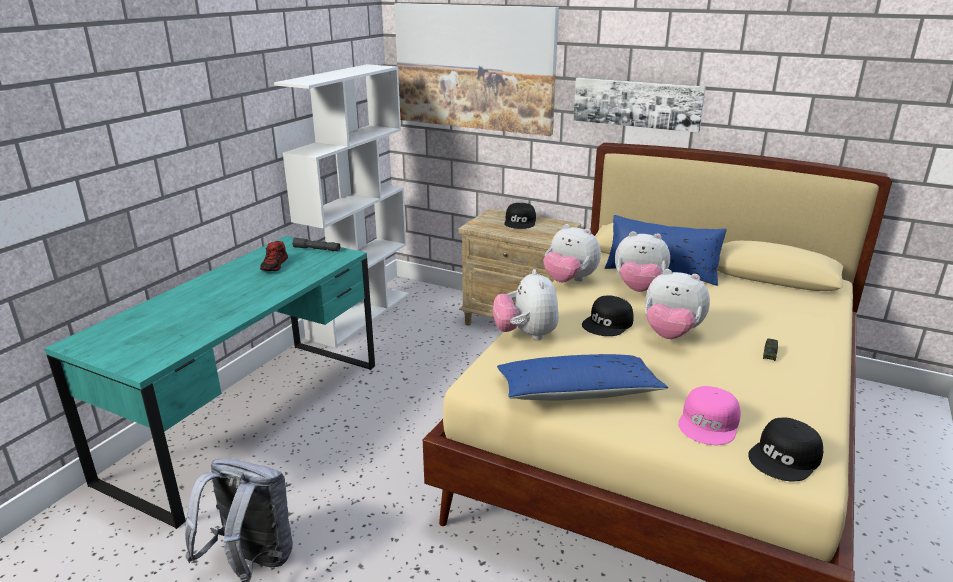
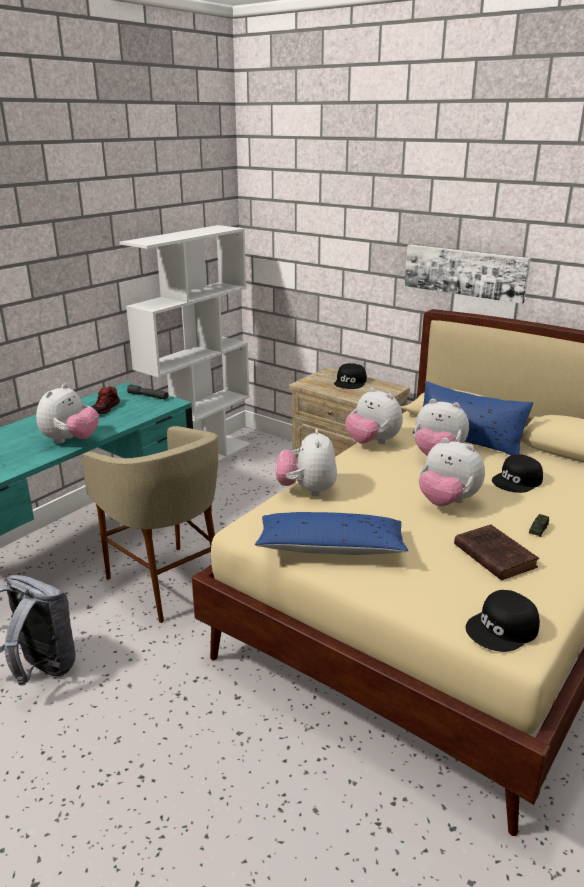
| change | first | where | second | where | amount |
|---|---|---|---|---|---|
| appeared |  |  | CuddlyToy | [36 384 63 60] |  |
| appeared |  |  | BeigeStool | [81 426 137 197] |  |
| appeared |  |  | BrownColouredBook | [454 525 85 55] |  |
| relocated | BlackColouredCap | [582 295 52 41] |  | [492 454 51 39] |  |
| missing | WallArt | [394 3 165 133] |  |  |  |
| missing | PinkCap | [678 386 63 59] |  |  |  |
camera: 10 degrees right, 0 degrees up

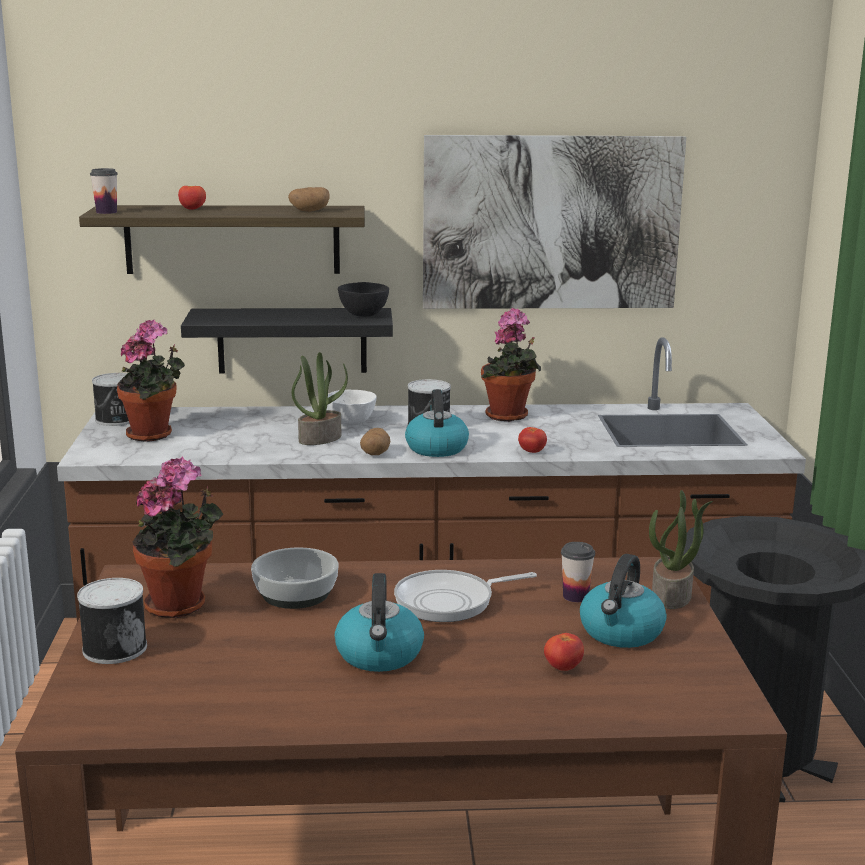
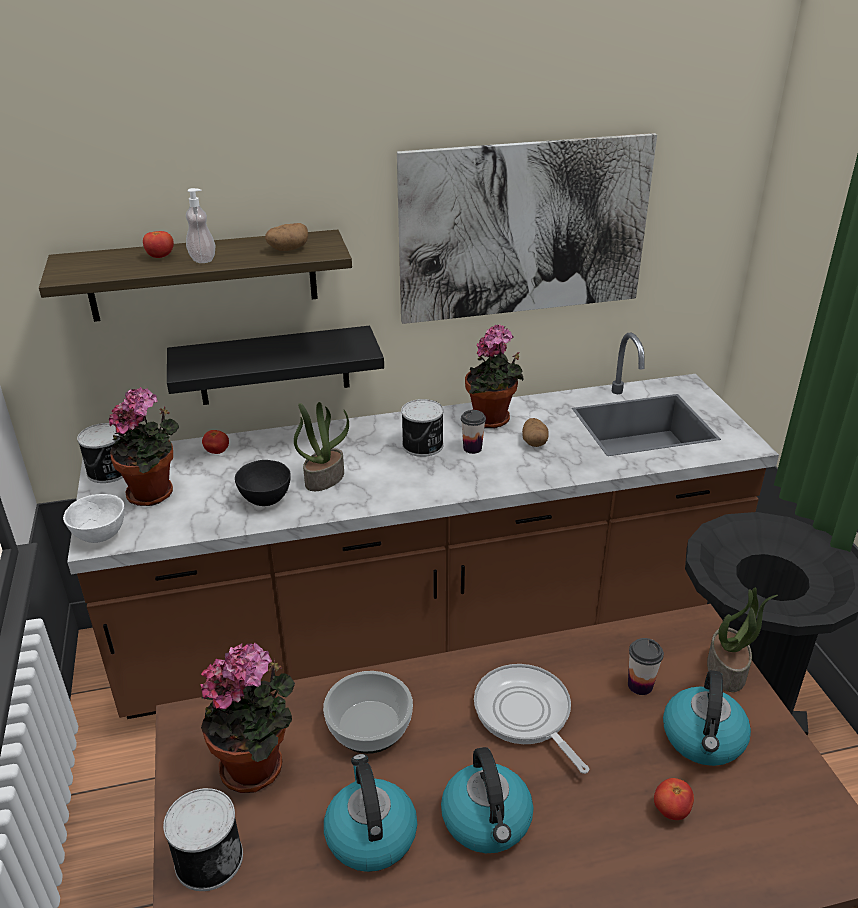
| change | first | where | second | where | amount |
|---|---|---|---|---|---|
| relocated | WhitishDeepDish | [327 389 50 36] |  | [63 494 62 49] |  |
| appeared |  |  | SoapDispenser | [186 188 29 75] |  |
| relocated | FreshTomato | [518 427 29 26] |  | [202 430 27 24] |  |
| relocated | BlackColouredDeepDish | [338 282 51 35] |  | [235 460 56 46] |  |
| relocated | TeaKettle | [405 389 64 68] |  | [324 754 93 118] |  |
| relocated | SmallCup | [90 168 28 46] |  | [461 410 25 44] |  |
| spun | Pan | [394 570 143 52] |  | [474 664 115 110] | 90 degrees clockwise |
| relocated | Spud | [360 428 30 27] |  | [522 418 26 29] |  |
camera: 10 degrees left, 15 degrees up

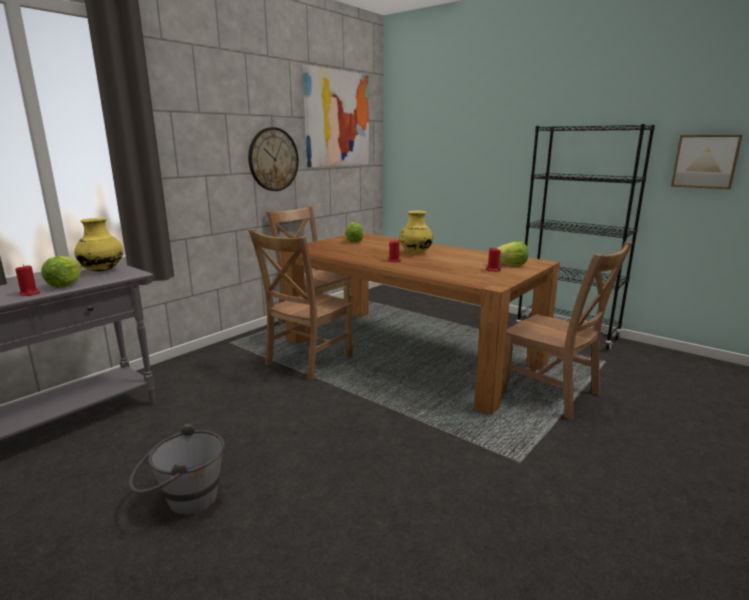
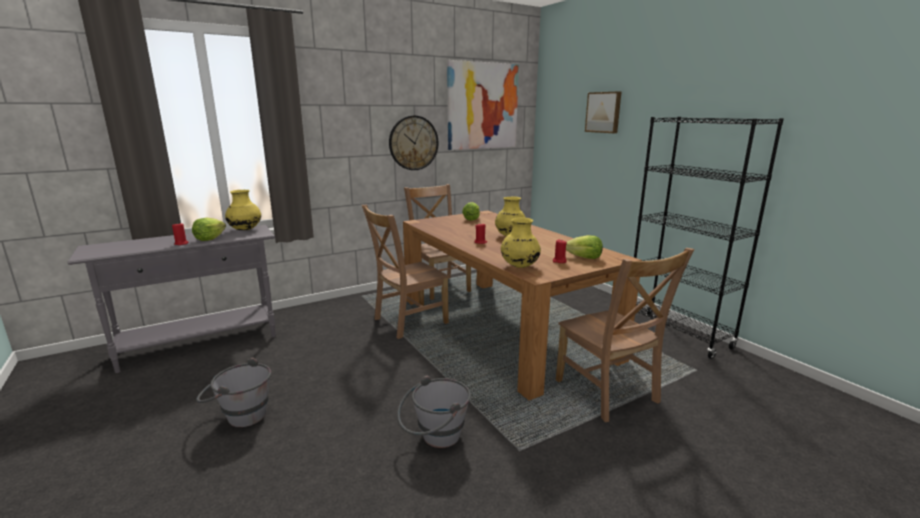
| change | first | where | second | where | amount |
|---|---|---|---|---|---|
| appeared |  |  | GreyishBucket | [397 376 74 72] |  |
| appeared |  |  | YellowFlowerVase | [501 217 40 51] |  |
| relocated | WallArt | [671 135 71 54] |  | [585 91 36 42] |  |
camera: 20 degrees right, 0 degrees up

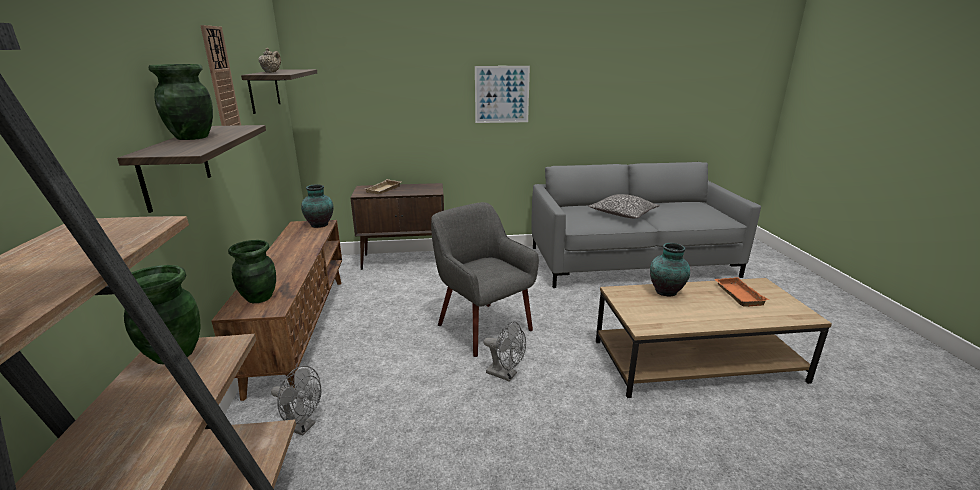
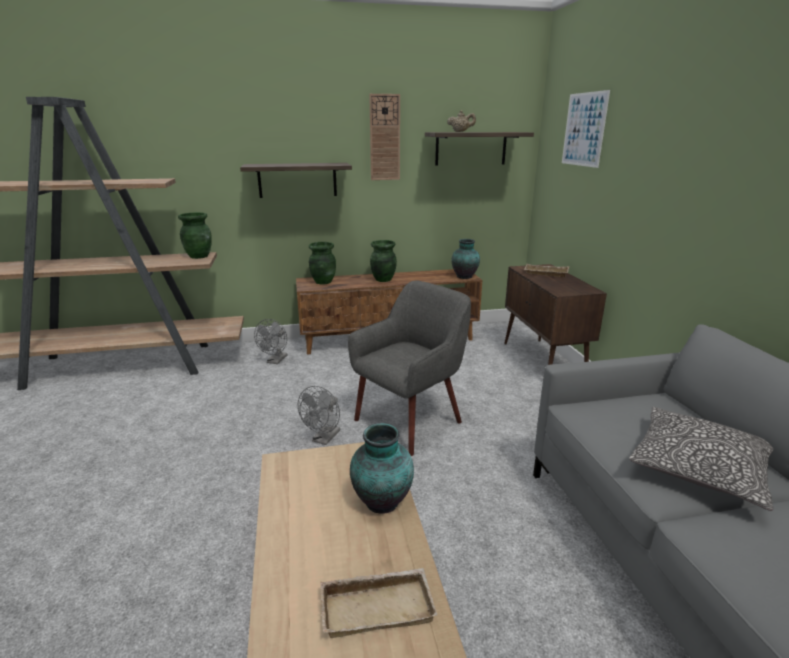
| change | first | where | second | where | amount |
|---|---|---|---|---|---|
| colour | OrangeTray | [714 277 55 30] | BeigeTray | [320 568 117 70] |  |
| relocated | GreenFlowerVase | [148 64 65 76] |  | [370 240 27 42] |  |
| relocated | WallArt | [475 66 55 57] |  | [562 90 48 78] |  |
camera: 85 degrees right, 0 degrees up

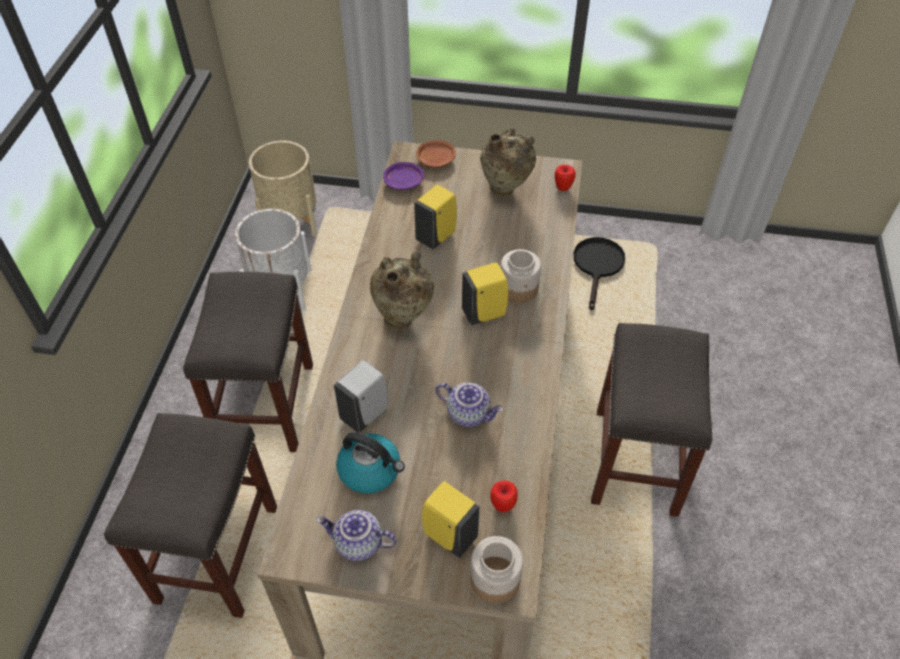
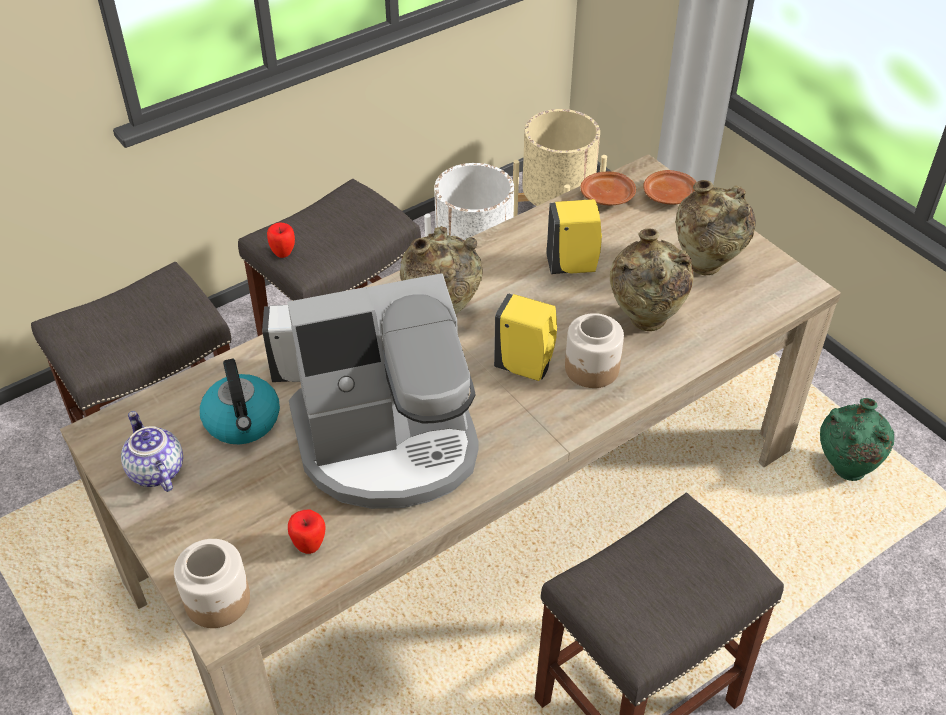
| change | first | where | second | where | amount |
|---|---|---|---|---|---|
| relocated | WholeApple | [555 165 21 26] |  | [267 222 28 36] |  |
| exchanged | TeaPot | [436 382 67 45] | CoffeeMachine | [287 273 191 236] |  |
| colour | PurpleColouredPlate | [383 162 41 28] | BrownColouredPlate | [580 172 56 33] |  |
| appeared |  |  | BeigeFlowerVase | [610 228 84 103] |  |
| exchanged | BlackColouredPan | [573 237 52 73] | GreenFlowerVase | [820 398 74 83] |  |
| missing | YellowSoapDispenser | [422 481 58 77] |  |  |  |
camera: 45 degrees right, 5 degrees down

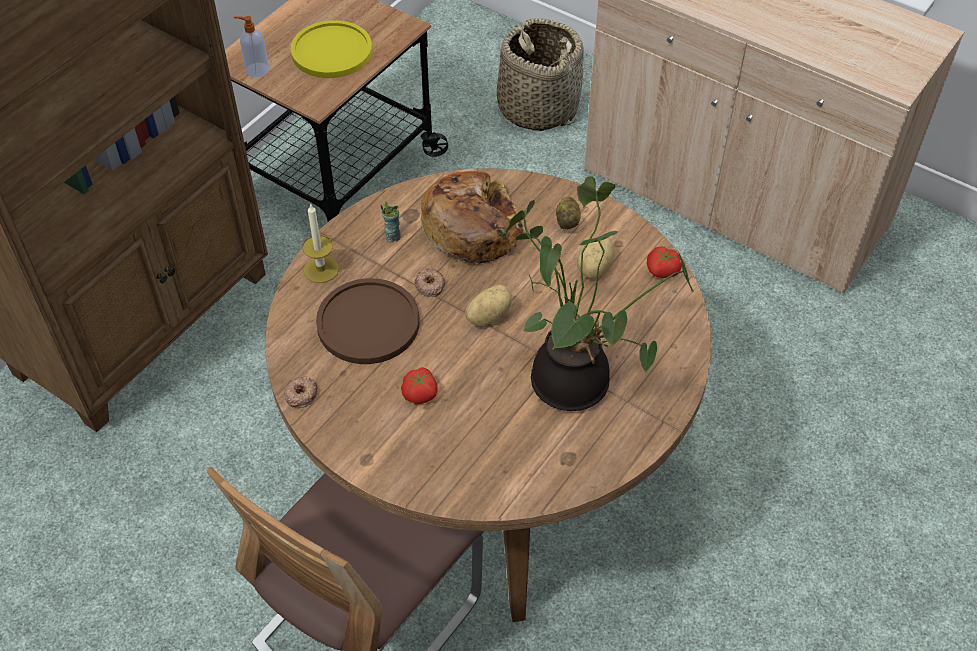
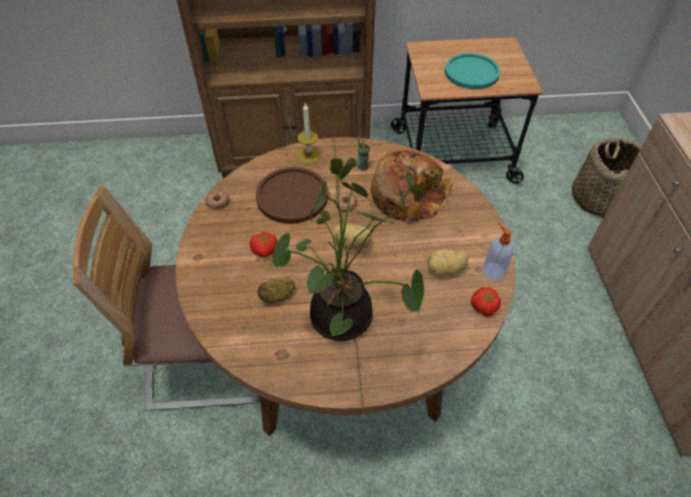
| change | first | where | second | where | amount |
|---|---|---|---|---|---|
| relocated | Spud | [556 197 25 32] |  | [258 278 37 25] |  |
| colour | YellowPlate | [291 20 81 58] | TurquoisePlate | [445 53 55 36] |  |
| relocated | SoapDispenser | [234 16 35 61] |  | [483 222 31 59] |  |
camera: 50 degrees right, 0 degrees up

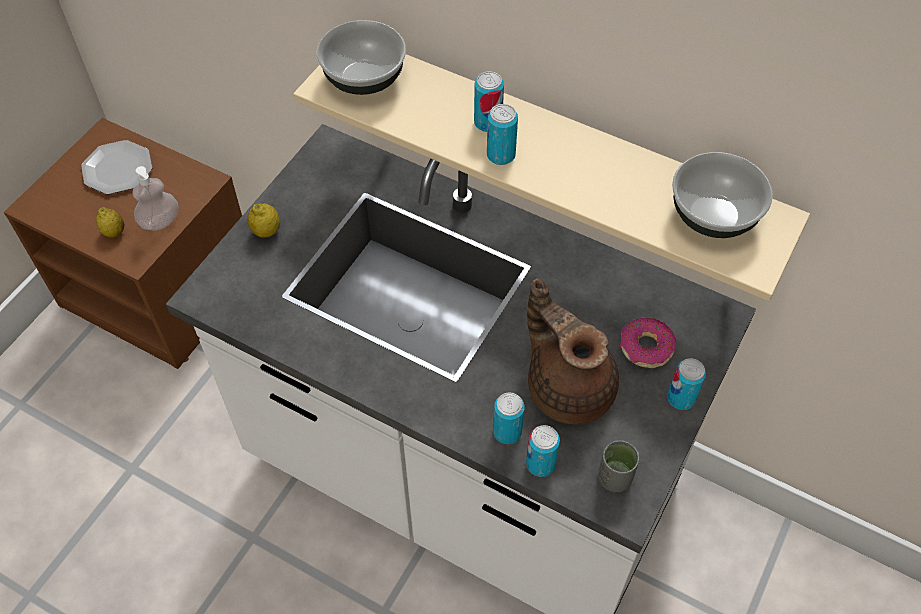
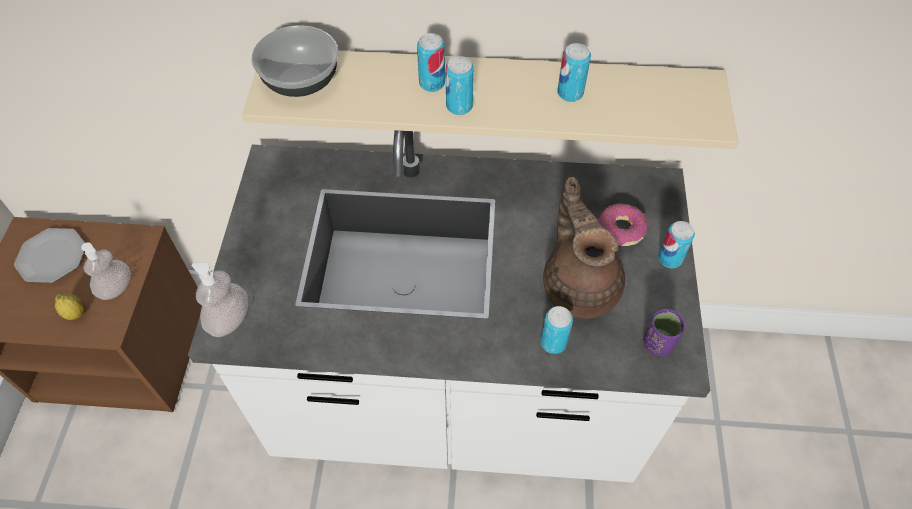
| change | first | where | second | where | amount |
|---|---|---|---|---|---|
| appeared |  |  | SoapDispenser | [191 262 57 75] |  |
| spun | BrownColouredTeaPot | [527 278 92 146] |  | [543 177 82 142] | 45 degrees clockwise |
| relocated | SealedCan | [526 425 34 52] |  | [557 43 34 59] |  |
| colour | GreyishSmallCup | [598 440 41 52] | PurpleColouredSmallCup | [644 309 41 47] |  |
| missing | CitrusFruit | [248 203 32 35] |  |  |  |
| missing | DeepDish | [672 152 101 86] |  |  |  |
camera: 25 degrees left, 0 degrees up

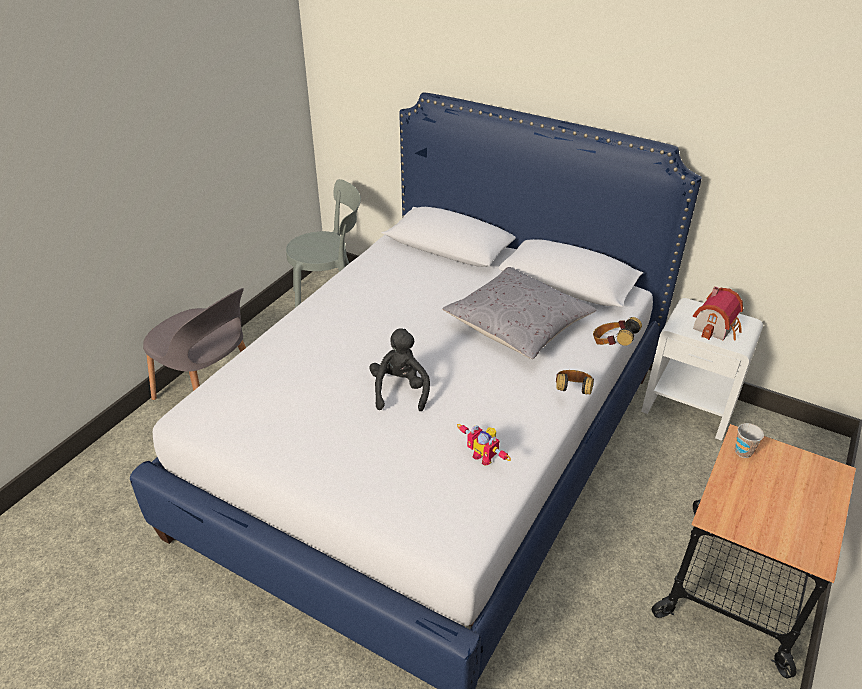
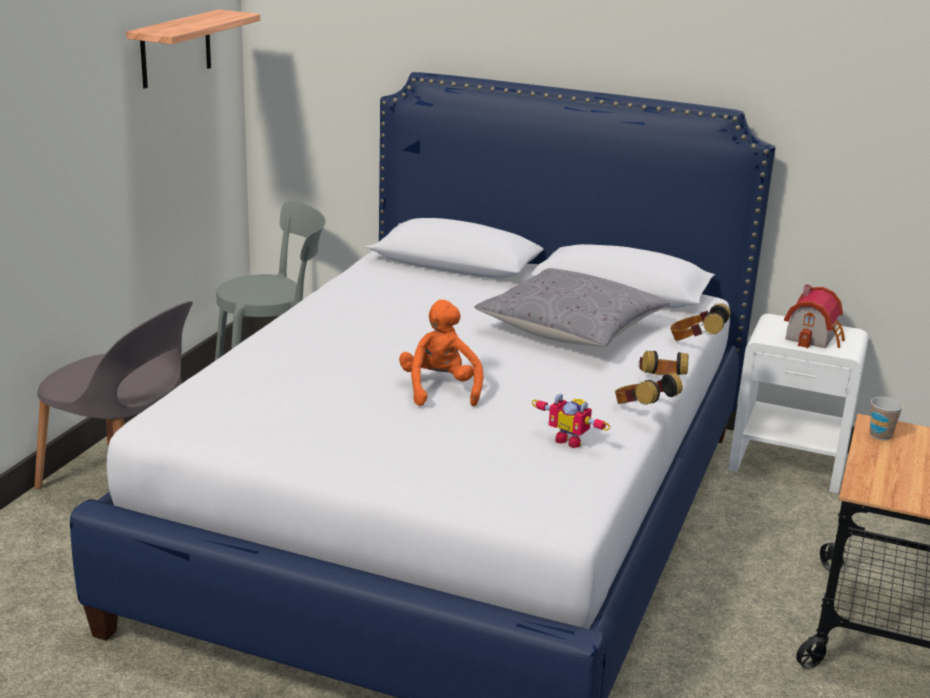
| change | first | where | second | where | amount |
|---|---|---|---|---|---|
| appeared |  |  | Shelf | [126 9 134 80] |  |
| colour | BlackColouredCuddlyToy | [369 328 61 83] | OrangeCuddlyToy | [399 300 84 106] |  |
| appeared |  |  | Headset | [615 373 68 32] |  |
camera: 10 degrees left, 15 degrees down

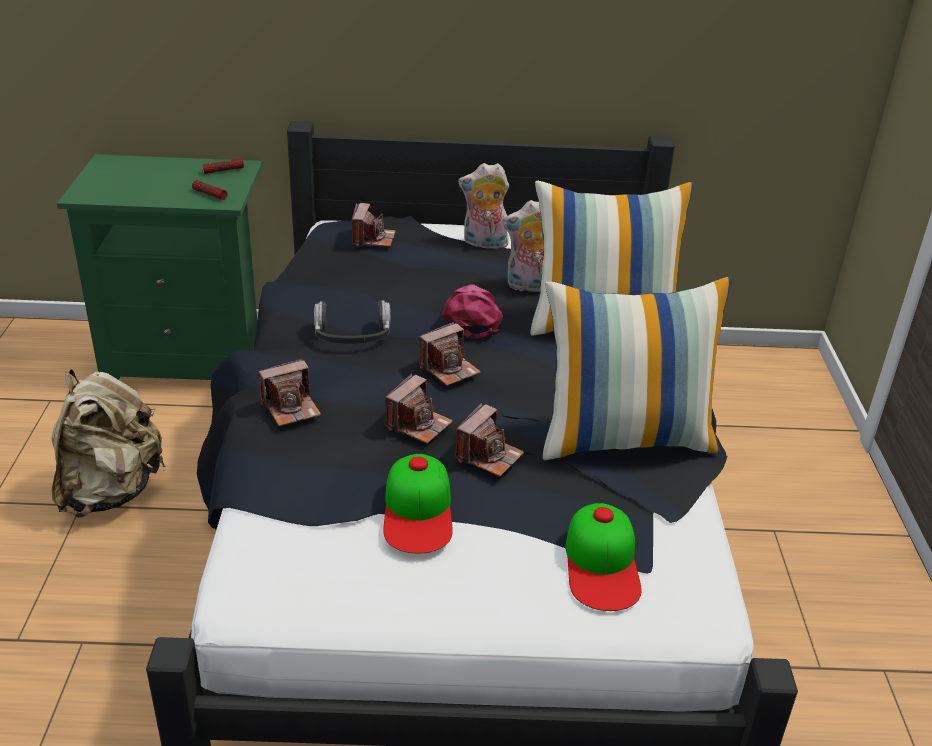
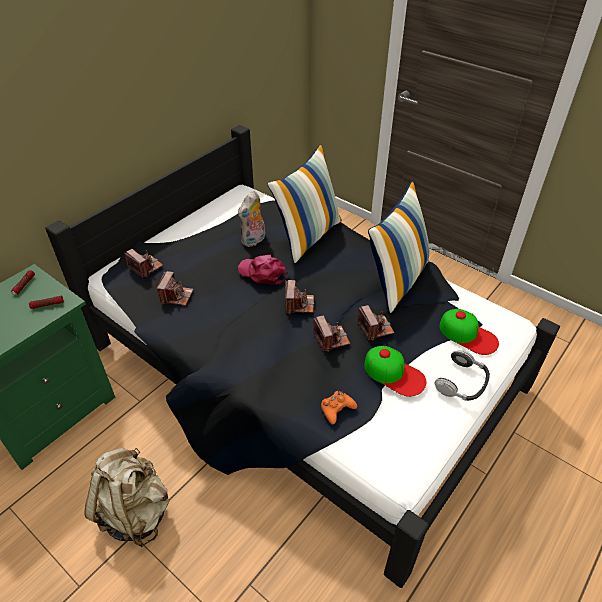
| change | first | where | second | where | amount |
|---|---|---|---|---|---|
| relocated | StillCamera | [258 359 63 67] |  | [157 271 37 35] |  |
| appeared |  |  | OrangeGamepad | [321 391 36 33] |  |
| relocated | Headset | [314 300 76 44] |  | [434 350 56 51] |  |
| missing | CuddlyToy | [458 163 51 86] |  |  |  |
camera: 50 degrees left, 10 degrees up

